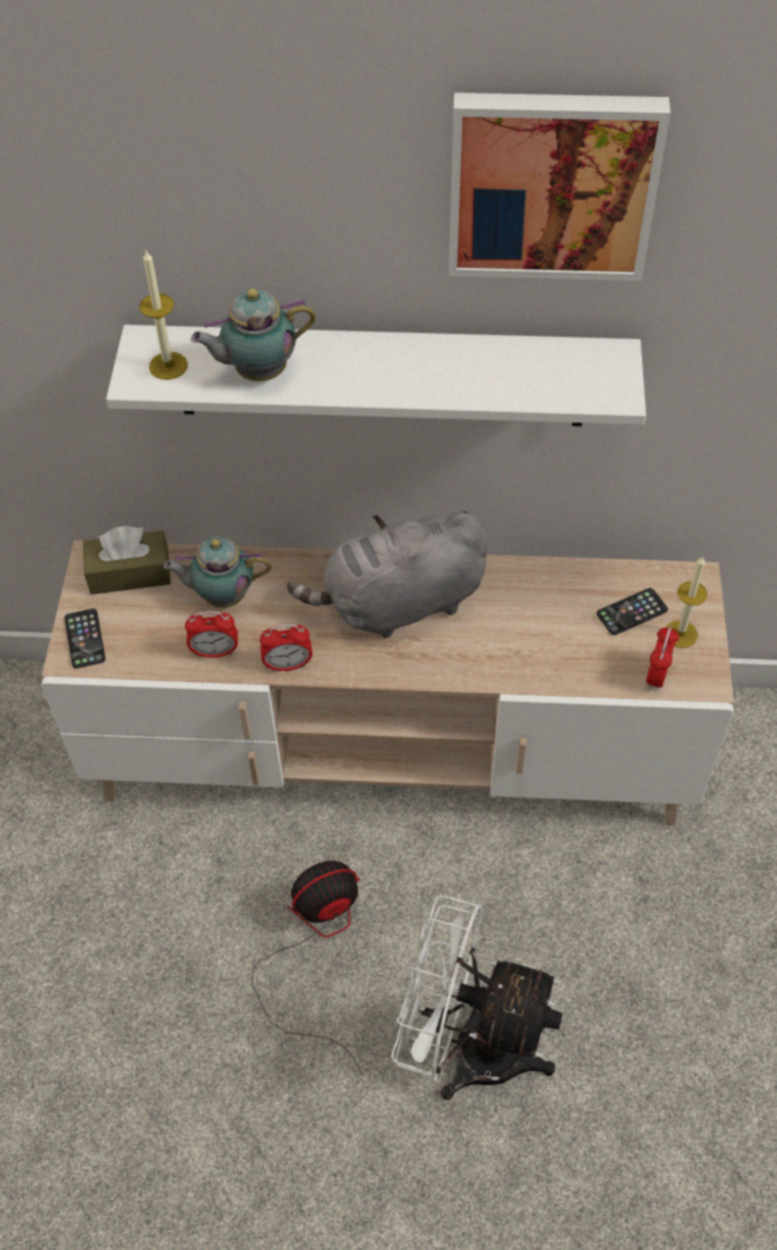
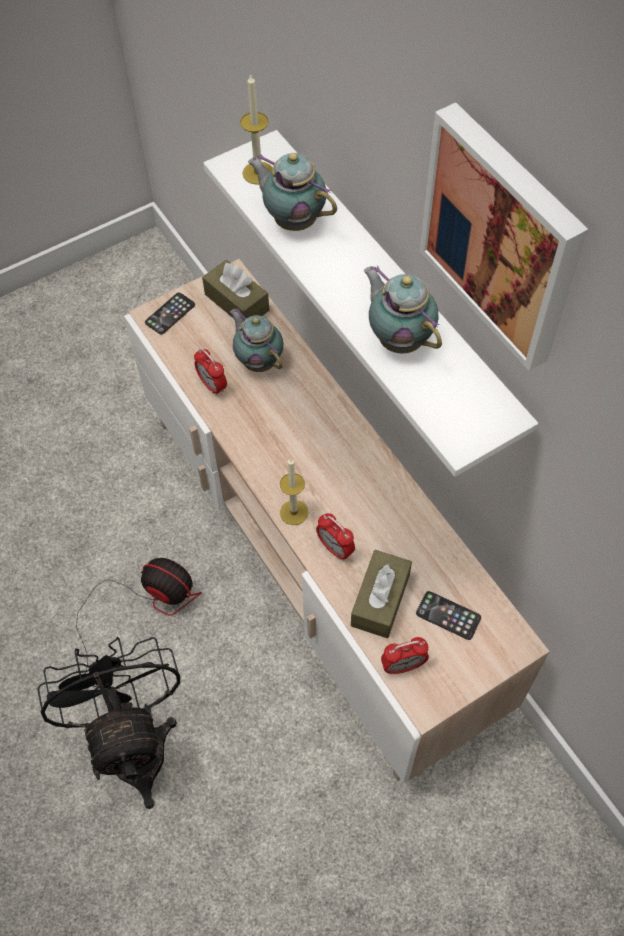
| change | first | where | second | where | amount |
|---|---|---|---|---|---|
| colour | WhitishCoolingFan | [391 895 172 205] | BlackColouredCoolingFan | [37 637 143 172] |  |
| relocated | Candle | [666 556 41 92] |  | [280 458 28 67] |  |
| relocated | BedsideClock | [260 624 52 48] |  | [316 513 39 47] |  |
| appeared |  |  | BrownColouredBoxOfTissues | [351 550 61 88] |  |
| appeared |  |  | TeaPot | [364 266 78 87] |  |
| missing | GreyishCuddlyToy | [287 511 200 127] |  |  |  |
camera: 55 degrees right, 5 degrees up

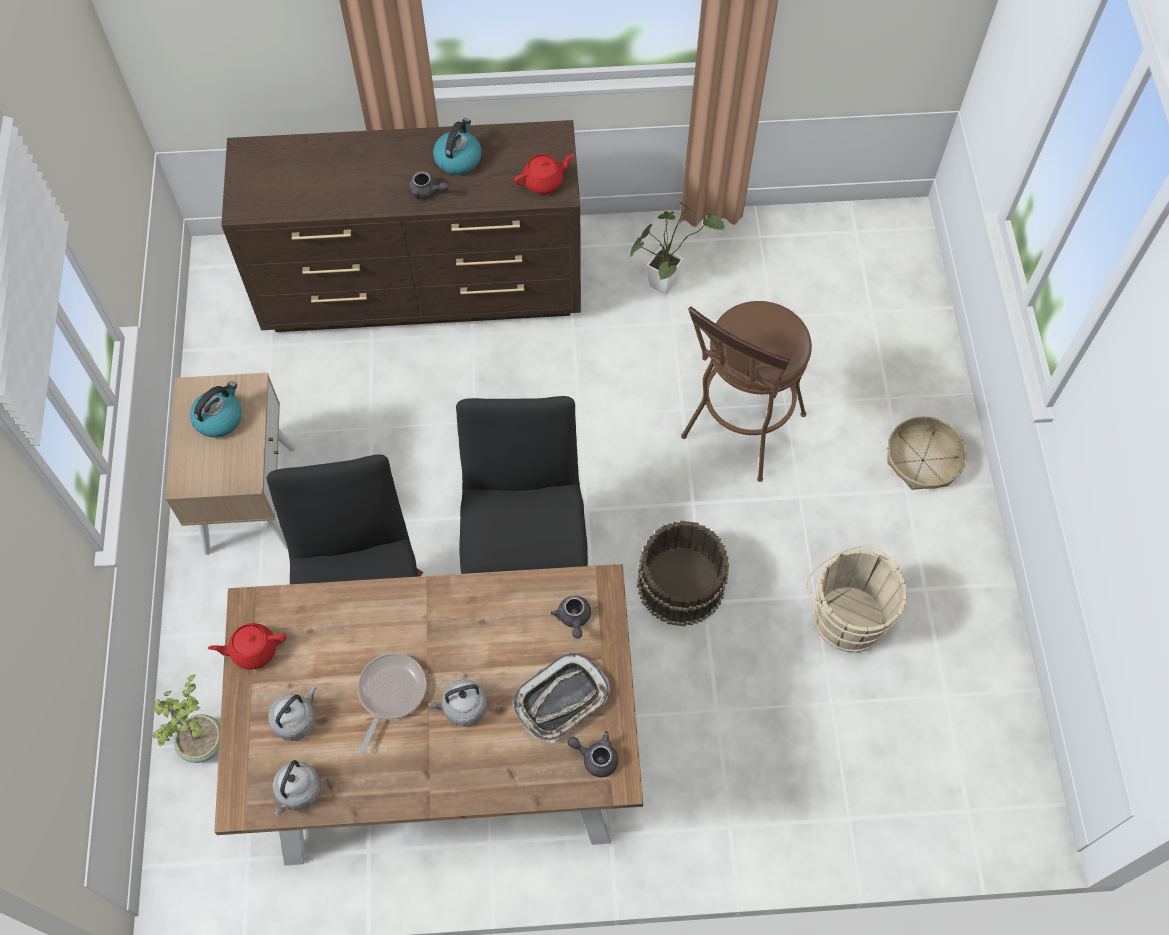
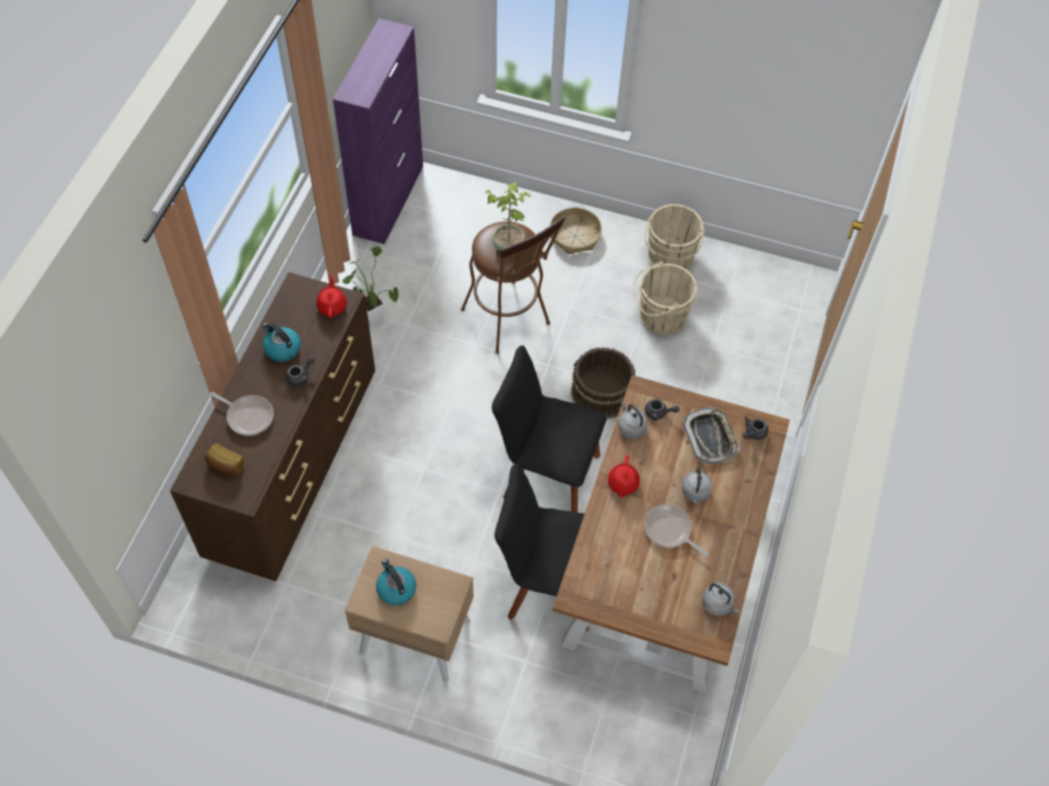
| change | first | where | second | where | amount |
|---|---|---|---|---|---|
| appeared |  |  | BakedBread | [205 443 39 34] |  |
| appeared |  |  | Pan | [210 392 64 44] |  |
| appeared |  |  | PurpleColouredCupboard | [333 18 90 226] |  |
| relocated | PottedPlant | [152 674 68 89] |  | [485 182 46 69] |  |
| relocated | RedTeaPot | [208 623 78 47] |  | [608 455 32 43] |  |
| relocated | GreyishTeaKettle | [268 686 48 55] |  | [618 401 30 38] |  |
| appeared |  |  | BeigeBucket | [644 204 61 66] |  |
camera: 70 degrees left, 5 degrees down

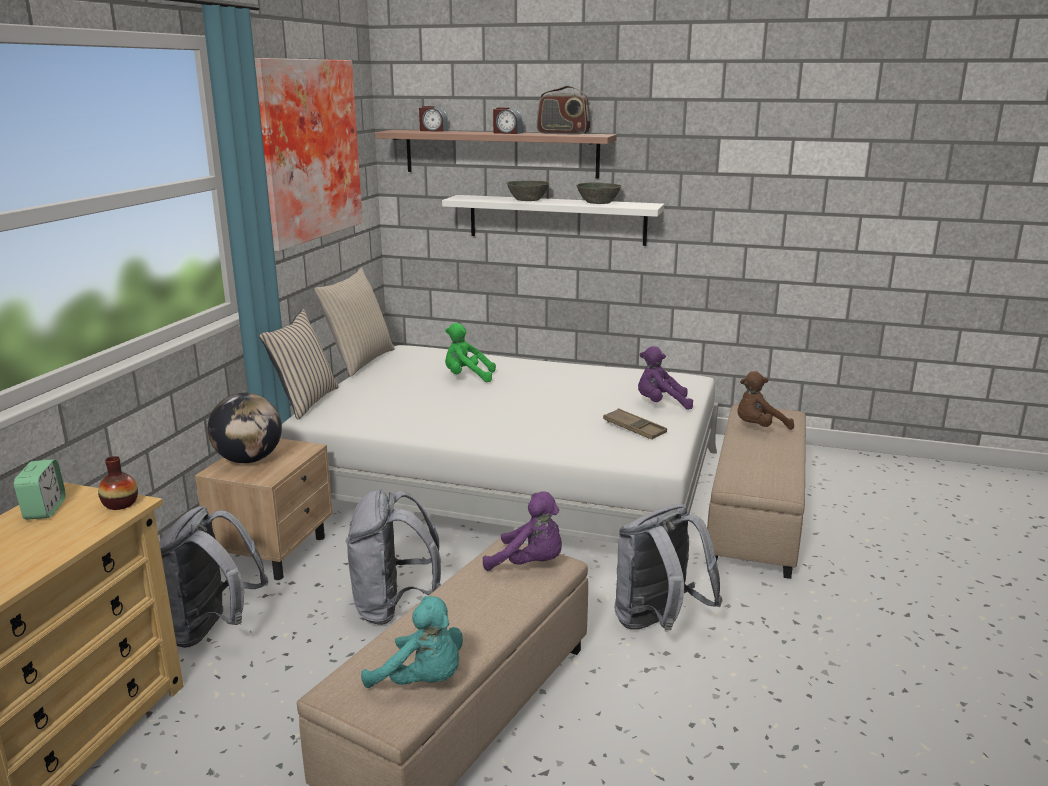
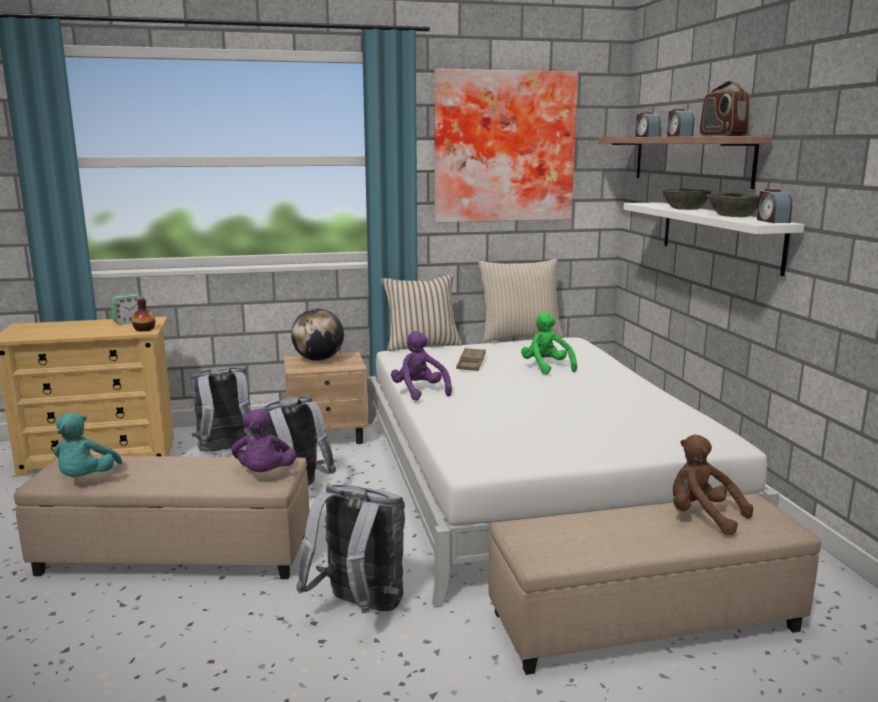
| change | first | where | second | where | amount |
|---|---|---|---|---|---|
| relocated | PurpleColouredCuddlyToy | [638 346 55 64] |  | [391 331 61 70] |  |
| relocated | BrownColouredTray | [603 408 64 31] |  | [456 348 30 23] |  |
| appeared |  |  | BedsideClock | [757 189 35 34] |  |
camera: 60 degrees right, 5 degrees down

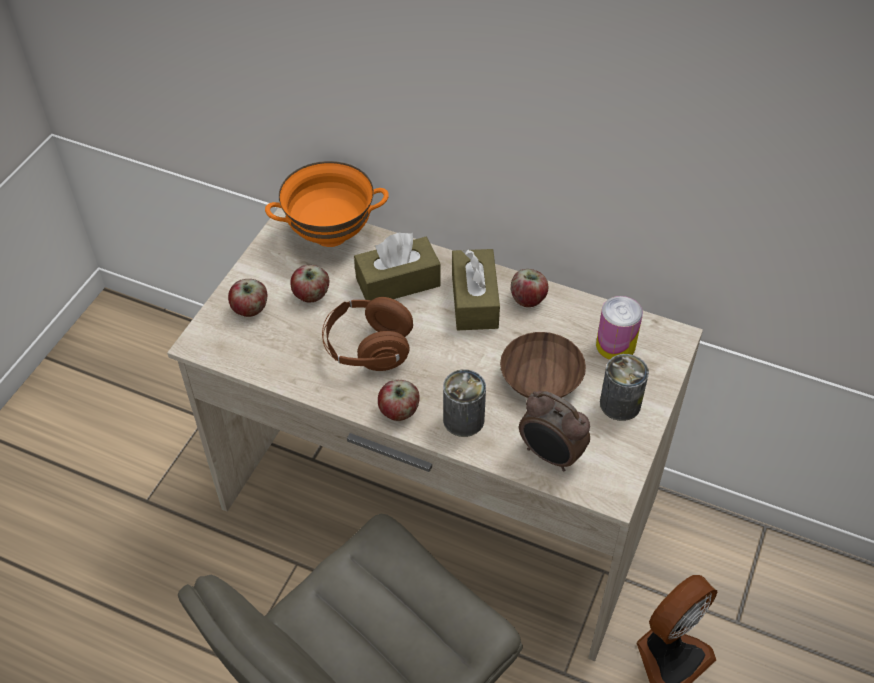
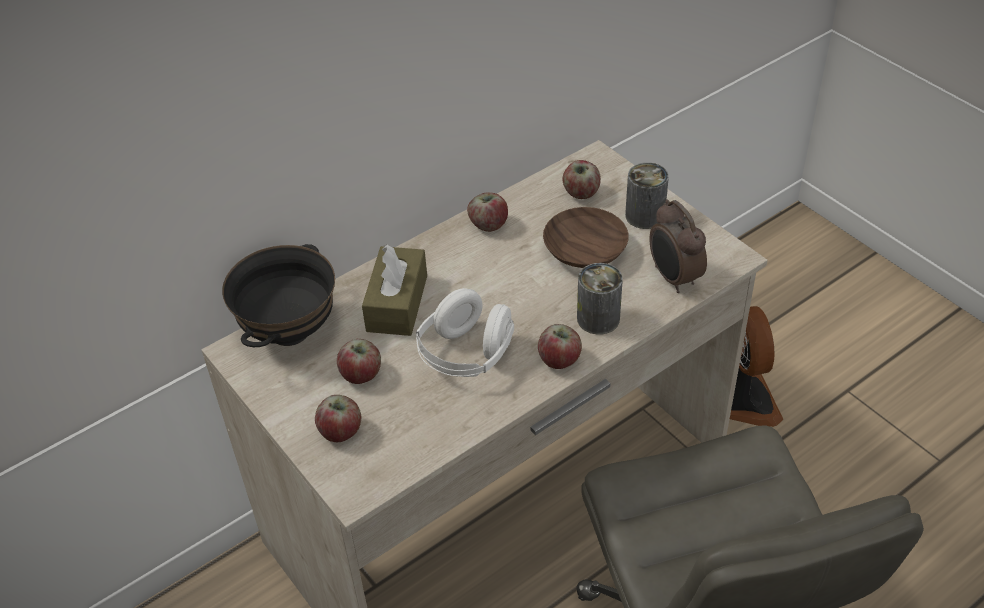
| change | first | where | second | where | amount |
|---|---|---|---|---|---|
| colour | OrangeDeepDish | [265 161 124 86] | BlackColouredDeepDish | [222 244 113 103] |  |
| colour | BrownColouredHeadset | [322 297 91 74] | WhitishHeadset | [416 288 98 89] |  |
| exchanged | SealedCan | [596 296 47 64] | WholeApple | [563 160 38 39] |  |
| spun | BedsideClock | [519 391 71 80] |  | [650 200 57 93] | 90 degrees clockwise |
| missing | BrownColouredBoxOfTissues | [452 249 48 81] |  |  |  |
camera: 60 degrees left, 5 degrees down

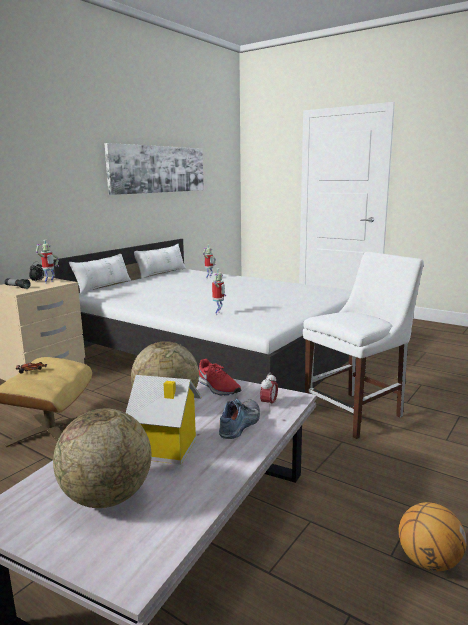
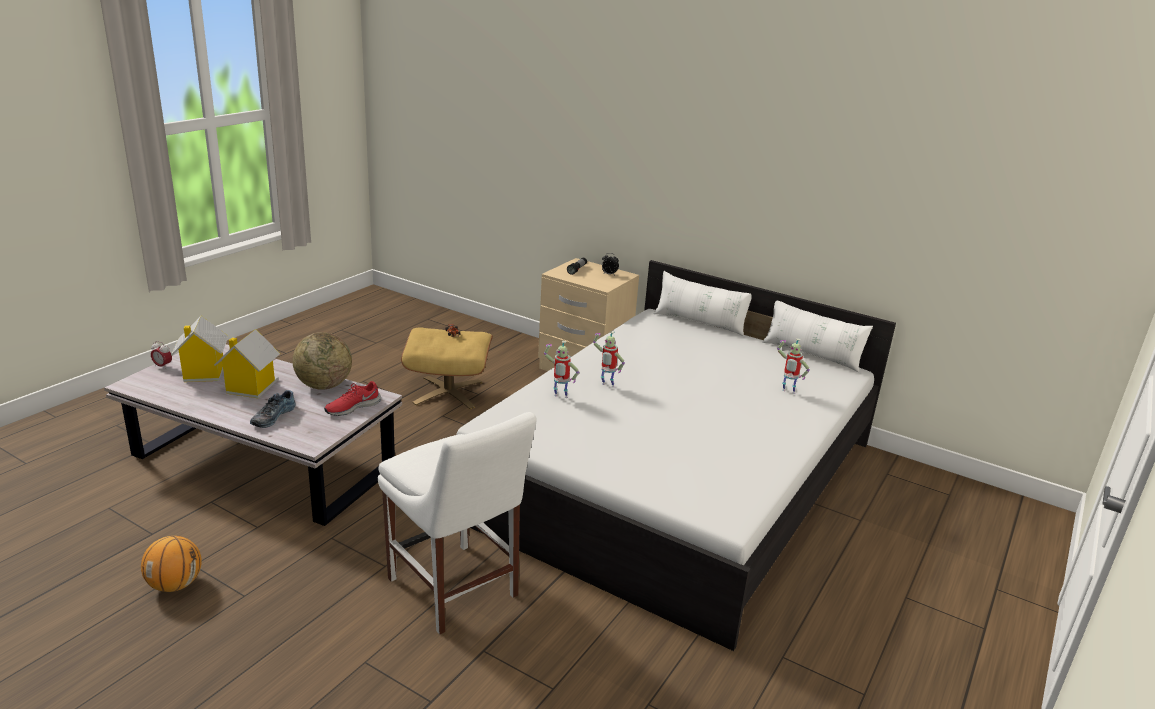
| change | first | where | second | where | amount |
|---|---|---|---|---|---|
| relocated | BedsideClock | [260 372 18 36] |  | [151 341 21 27] |  |
| exchanged | WorldGlobe | [53 408 99 100] | ToyHouse | [171 316 57 66] |  |
| spun | ItemOfFootwear | [219 399 41 40] |  | [250 390 46 38] | 90 degrees clockwise |
| relocated | RobotFigure | [36 240 23 44] |  | [593 331 32 57] |  |
| missing | WallArt | [104 143 100 52] |  |  |  |
camera: 85 degrees right, 10 degrees up

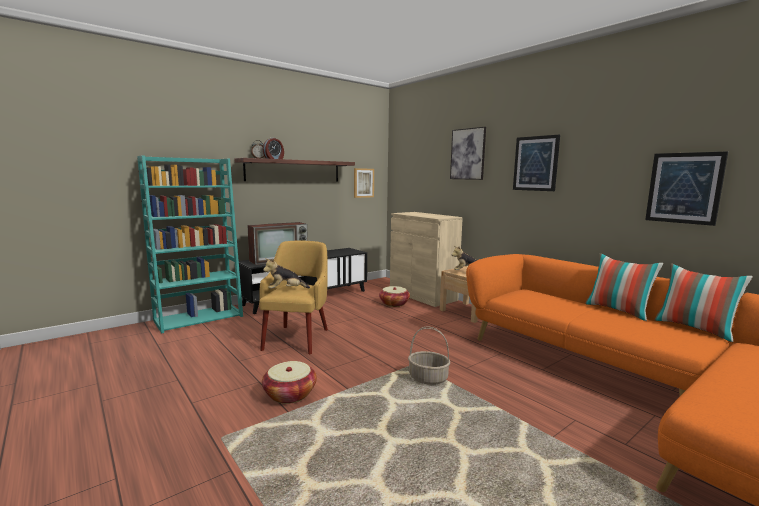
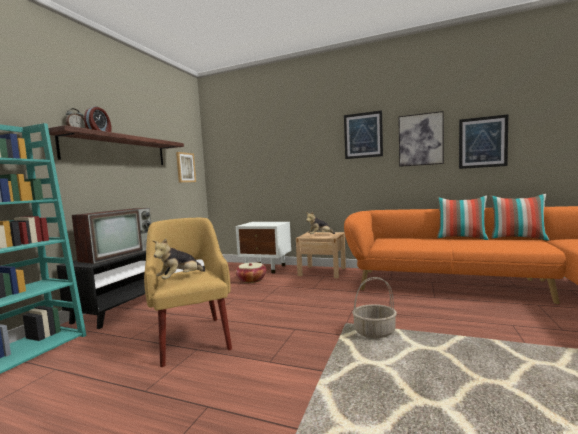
| change | first | where | second | where | amount |
|---|---|---|---|---|---|
| exchanged | BeigeCupboard | [390 212 73 95] | WhitishNightTable | [236 222 55 51] |  |
| relocated | WallArt | [450 127 36 53] |  | [398 111 46 56] |  |
| missing | Basket | [262 361 55 43] |  |  |  |
camera: 30 degrees left, 5 degrees down

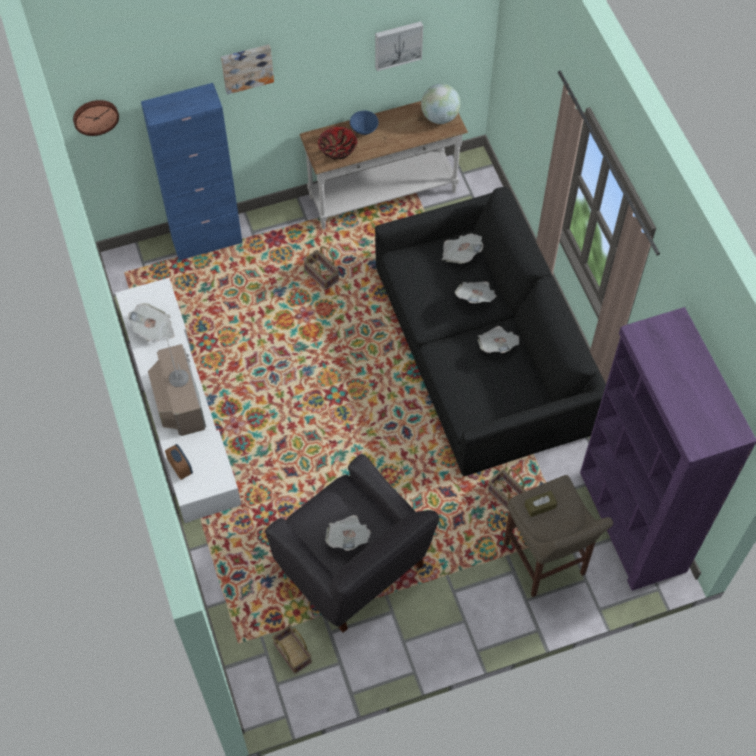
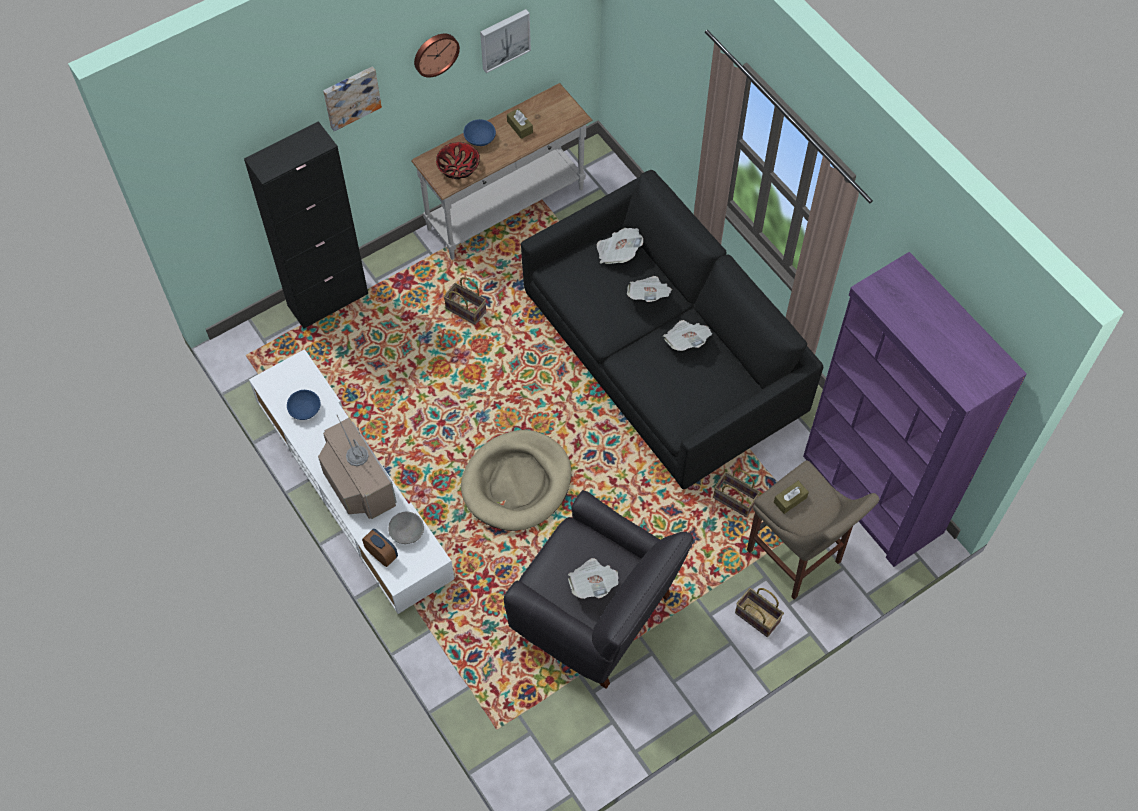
| change | first | where | second | where | amount |
|---|---|---|---|---|---|
| colour | BluishCupboard | [141 83 102 178] | BlackColouredCupboard | [244 121 124 207] |  |
| exchanged | PrintedPaper | [128 303 47 38] | BluishDeepDish | [287 390 34 30] |  |
| appeared |  |  | GreyishDeepDish | [388 512 36 32] |  |
| relocated | ClockOnTheWall | [73 100 46 36] |  | [414 34 46 44] |  |
| appeared |  |  | BeigePetBed | [461 430 110 101] |  |
| appeared |  |  | BrownColouredBoxOfTissues | [507 108 26 31] |  |
| relocated | Basket | [272 625 40 49] |  | [735 588 49 49] |  |
| missing | WorldGlobe | [421 84 40 40] |  |  |  |
camera: 15 degrees left, 0 degrees up

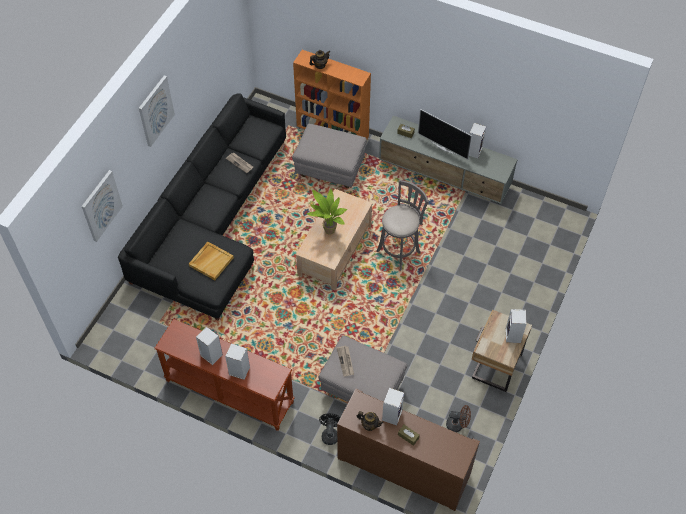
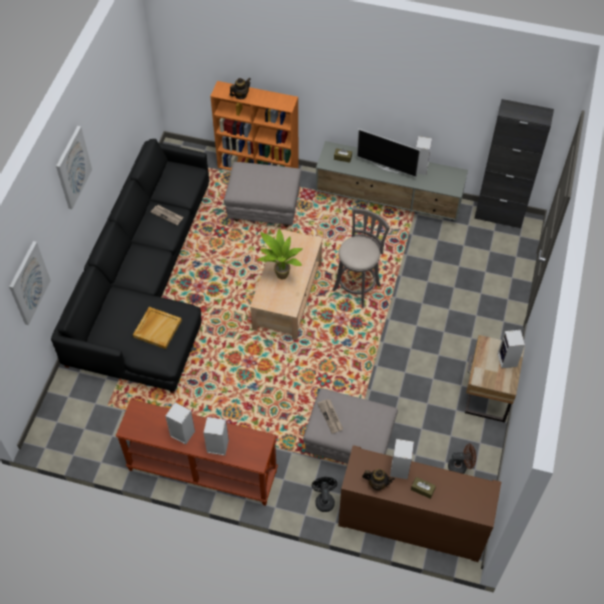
| change | first | where | second | where | amount |
|---|---|---|---|---|---|
| appeared |  |  | BlackColouredCupboard | [474 99 80 130] |  |
camera: 10 degrees left, 0 degrees up

